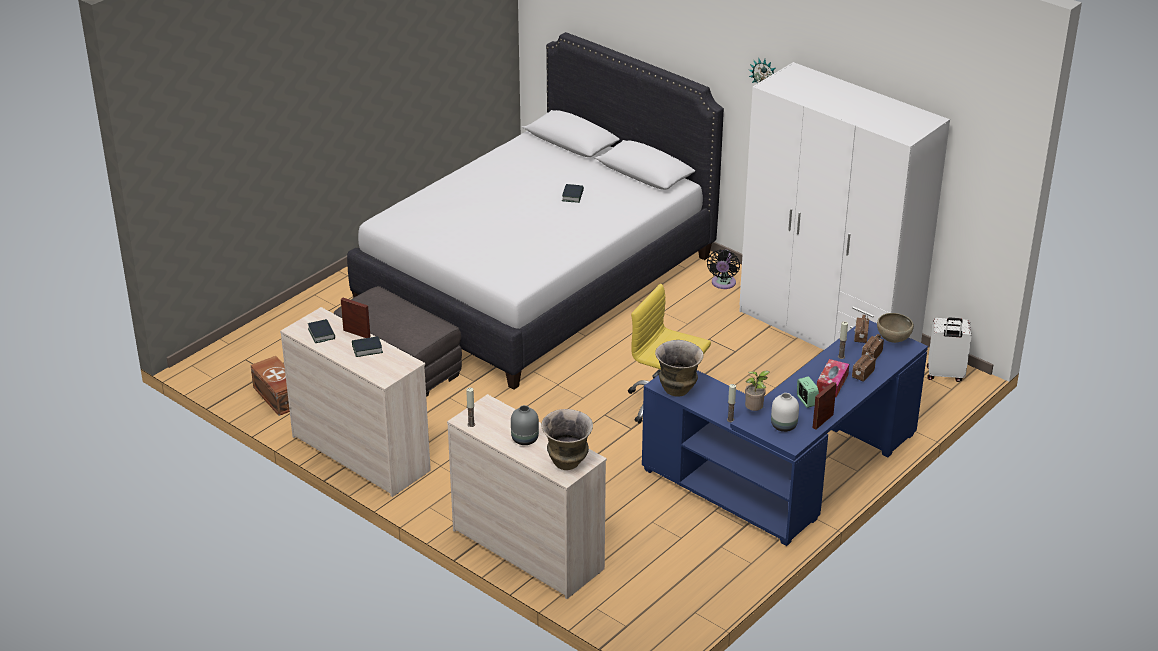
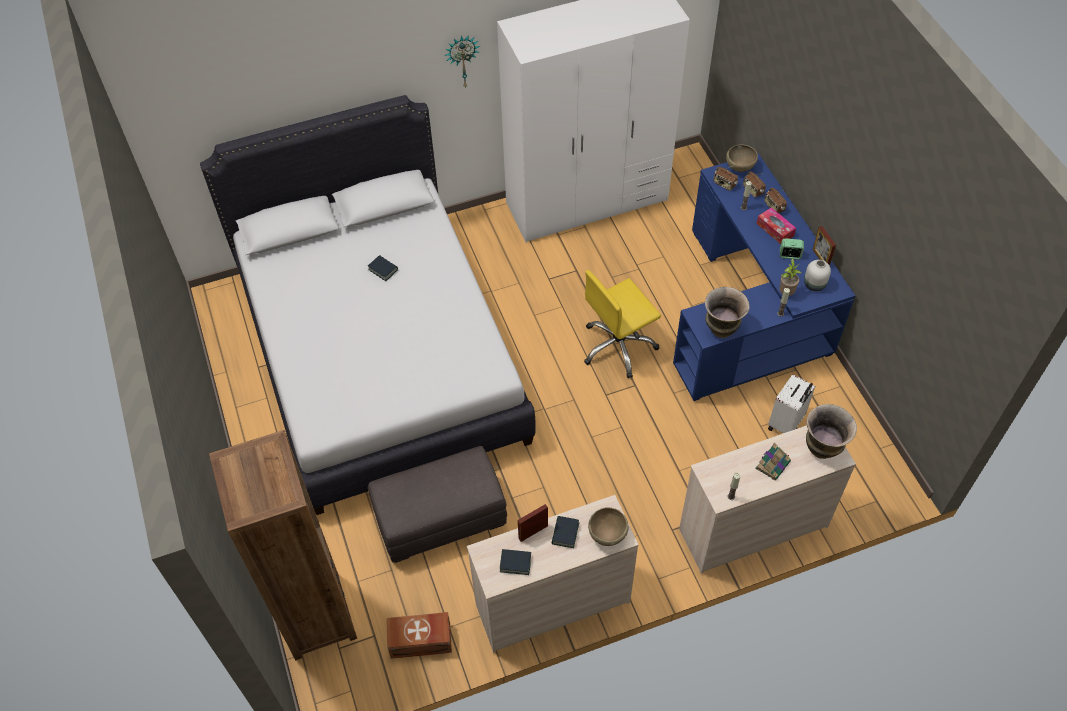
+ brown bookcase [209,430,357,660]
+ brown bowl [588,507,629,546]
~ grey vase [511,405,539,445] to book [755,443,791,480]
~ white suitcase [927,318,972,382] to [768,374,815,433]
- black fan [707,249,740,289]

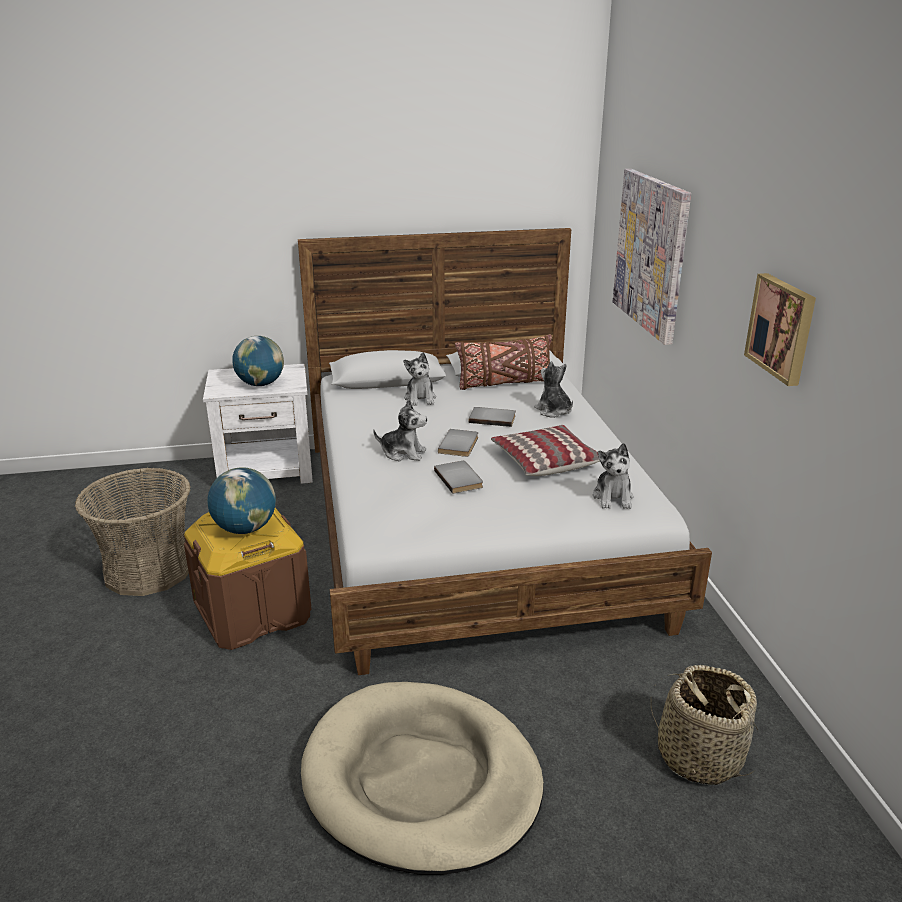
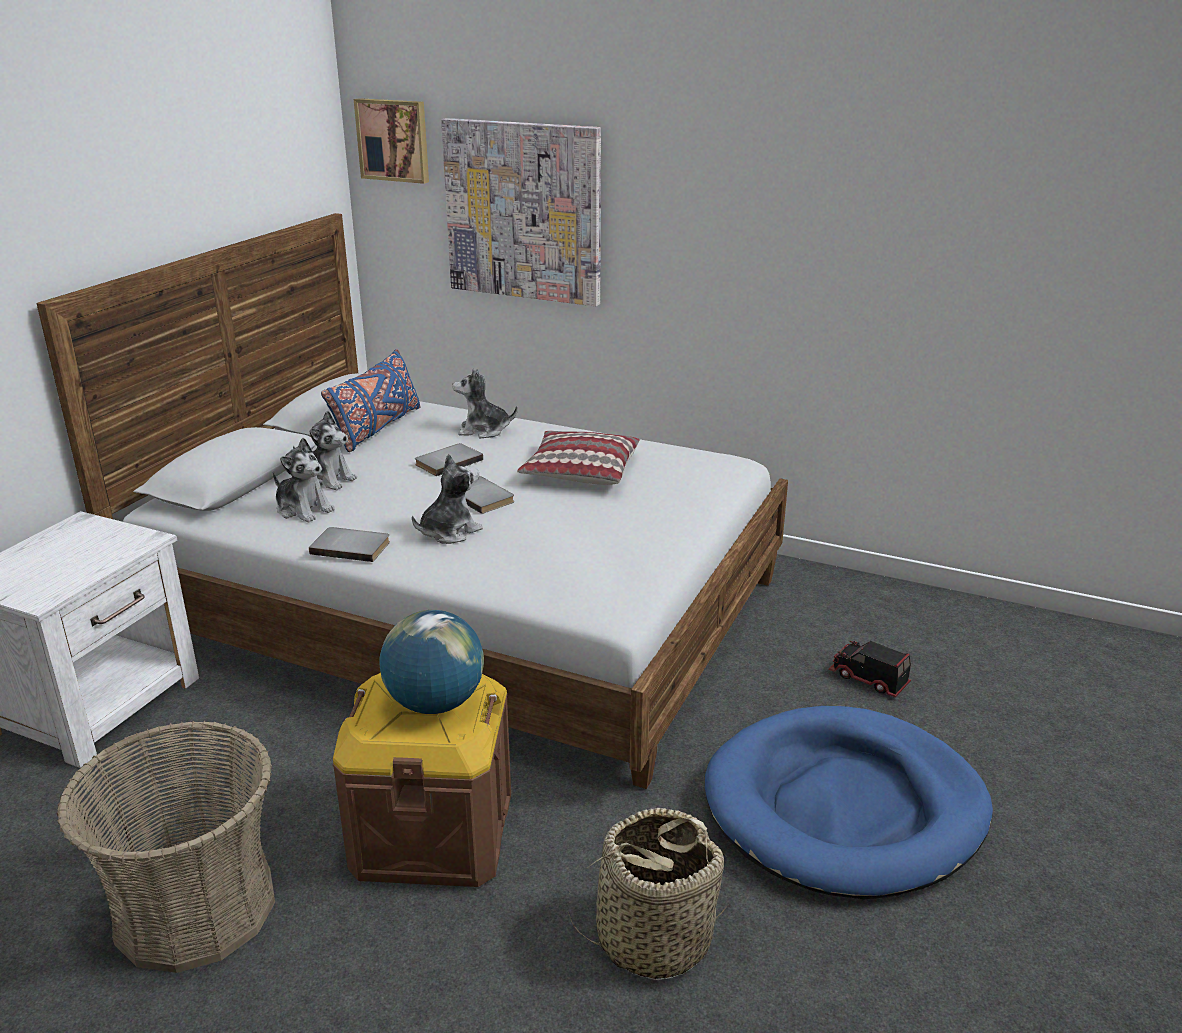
~ plush toy [593,443,633,509] to [273,438,335,522]
~ grey book [434,461,483,494] to [309,527,390,562]
~ brown pillow [455,334,552,390] to blue pillow [321,349,421,452]
~ picture [744,273,816,386] to [354,98,429,184]
~ basket [651,665,758,785] to [568,808,728,980]
~ beige dog bed [301,682,544,875] to blue dog bed [705,706,993,899]
+ toy truck [828,641,911,698]
- globe [232,336,284,386]

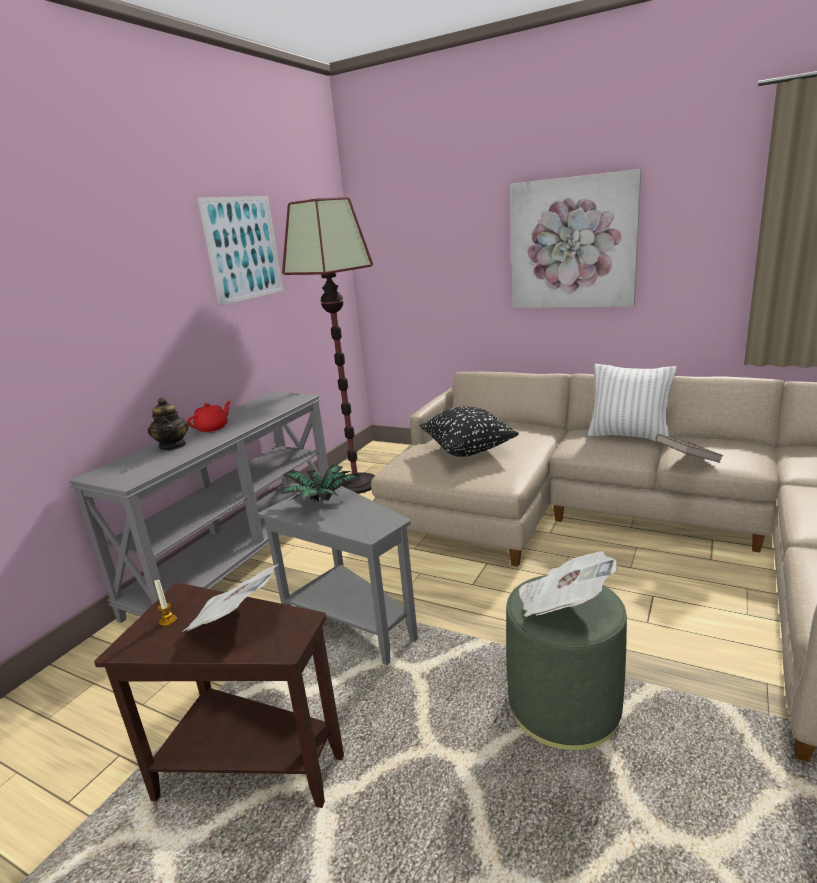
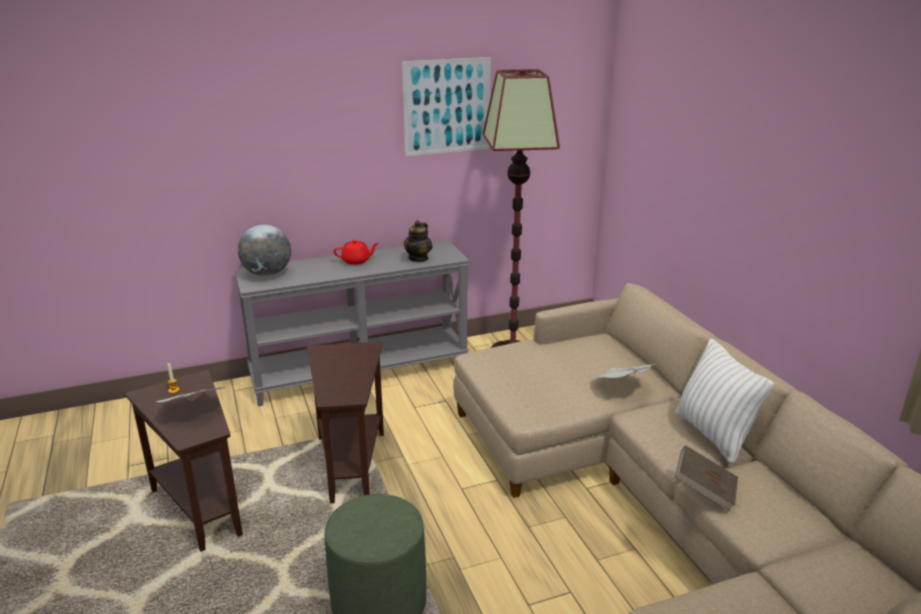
+ globe [238,225,291,276]
~ grey side table [258,486,418,666] to brown side table [307,342,384,504]
~ teapot [148,397,189,450] to [404,220,433,262]
~ newspaper [519,551,617,617] to [593,364,655,378]
- potted plant [280,465,360,502]
- black pillow [419,407,519,457]
- picture [510,169,641,308]

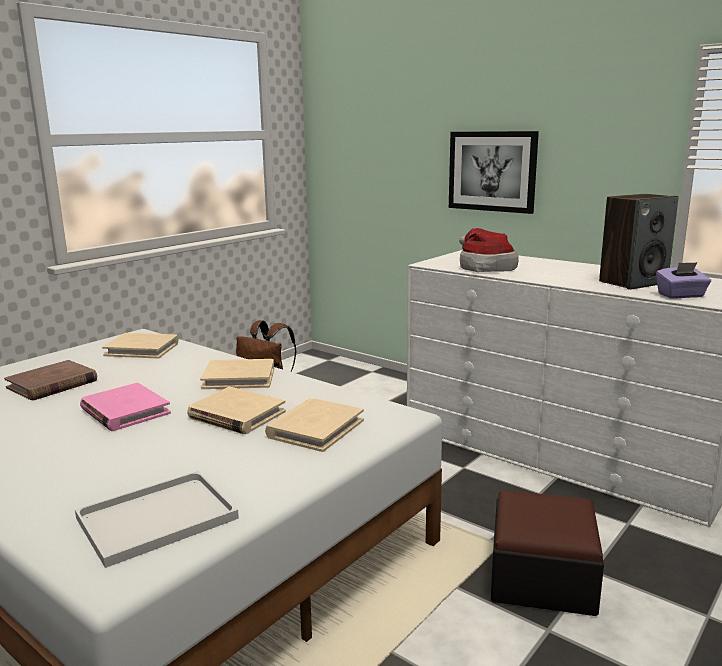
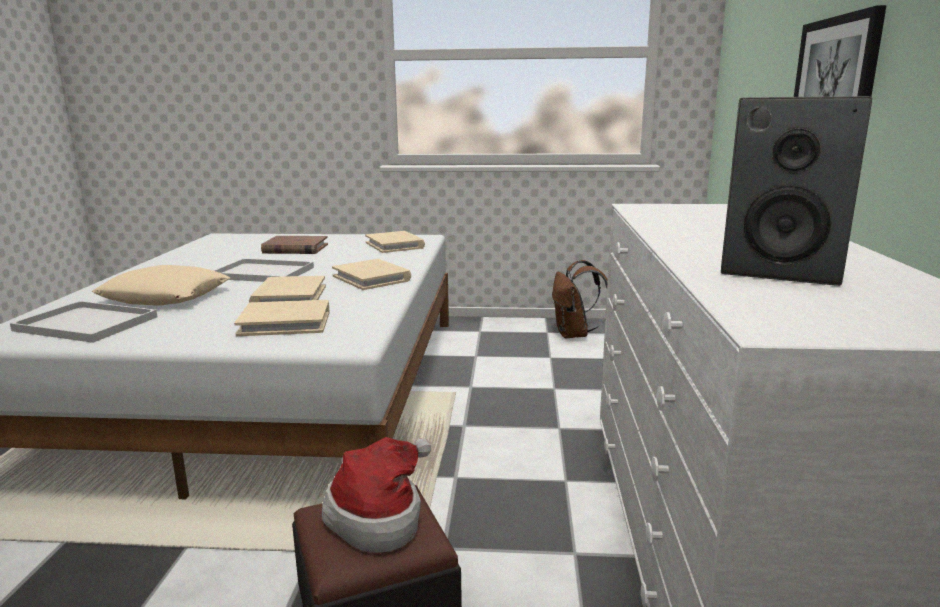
+ beige pillow [92,265,230,305]
~ pink book [80,383,171,431] to white tray [214,258,314,282]
~ hat [459,228,519,272] to [322,437,431,553]
- purple tissue box [656,262,711,299]

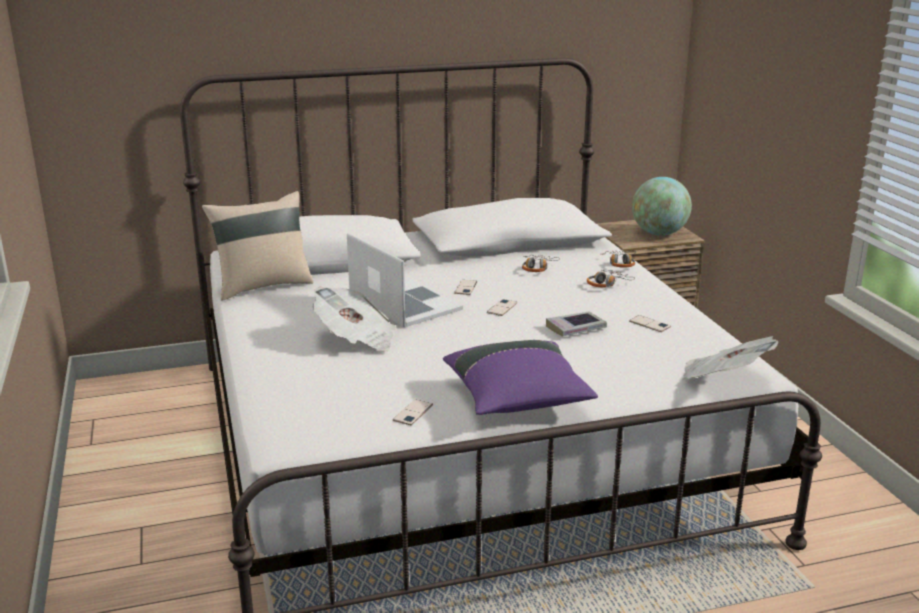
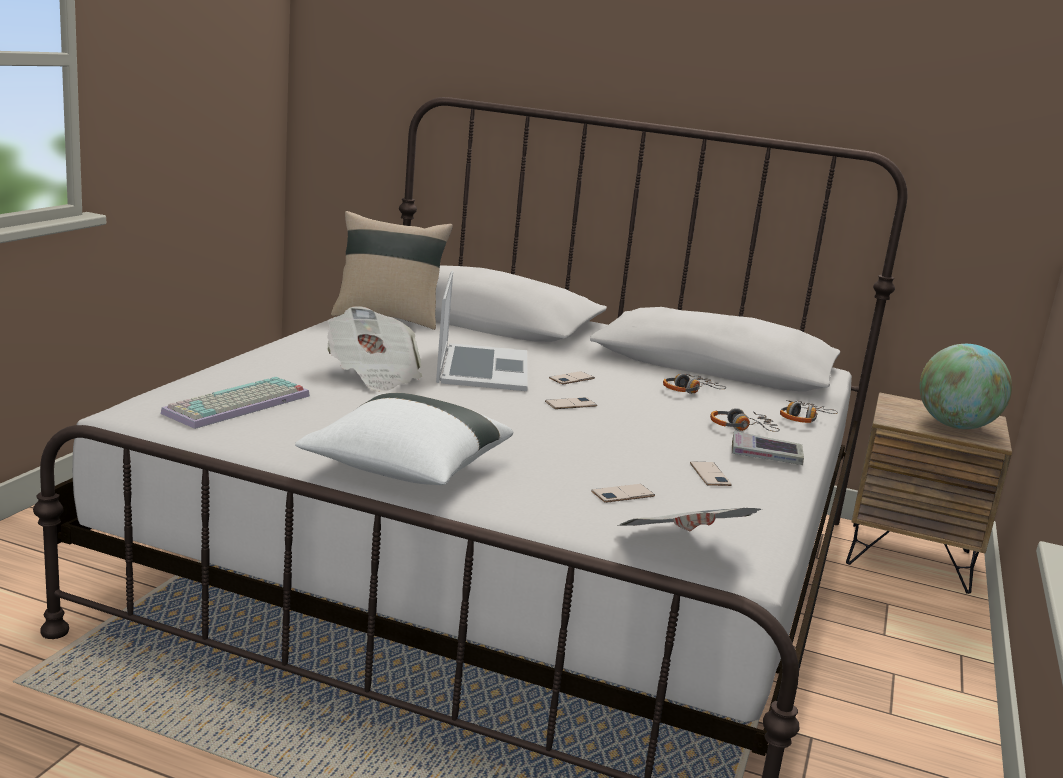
+ keyboard [161,377,310,429]
~ purple pillow [443,340,598,415] to white pillow [295,393,513,485]
~ phone [393,399,433,425] to [591,484,655,503]
~ book [546,312,607,337] to [732,431,804,465]

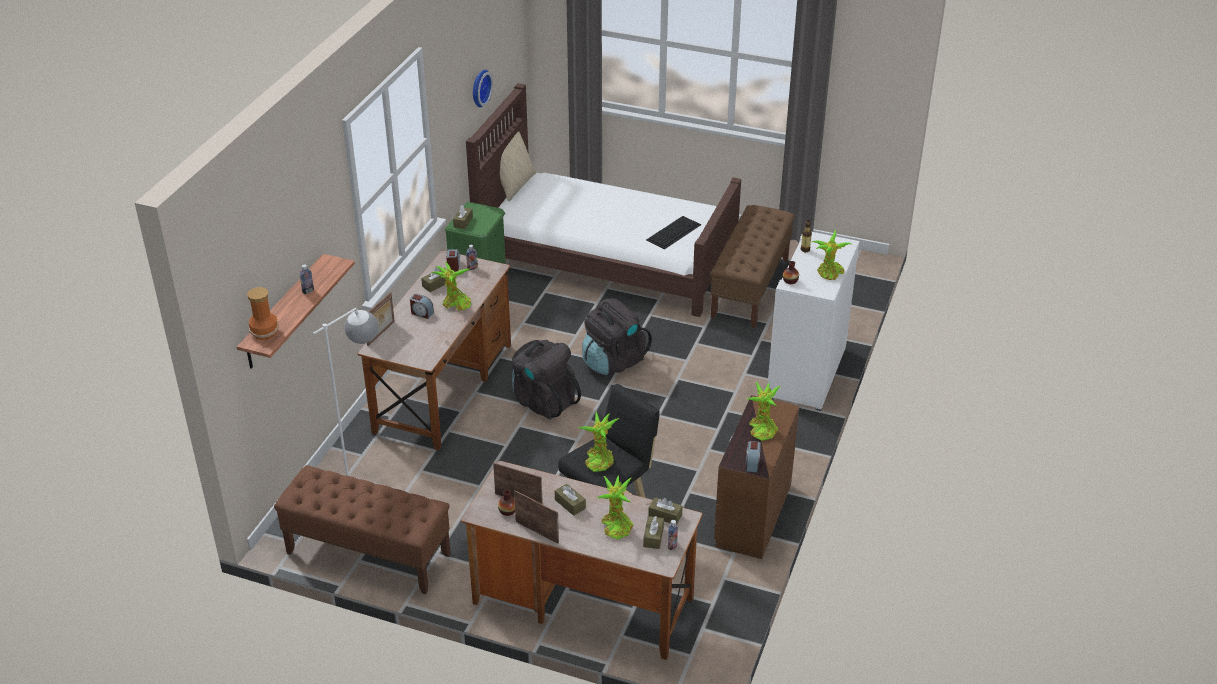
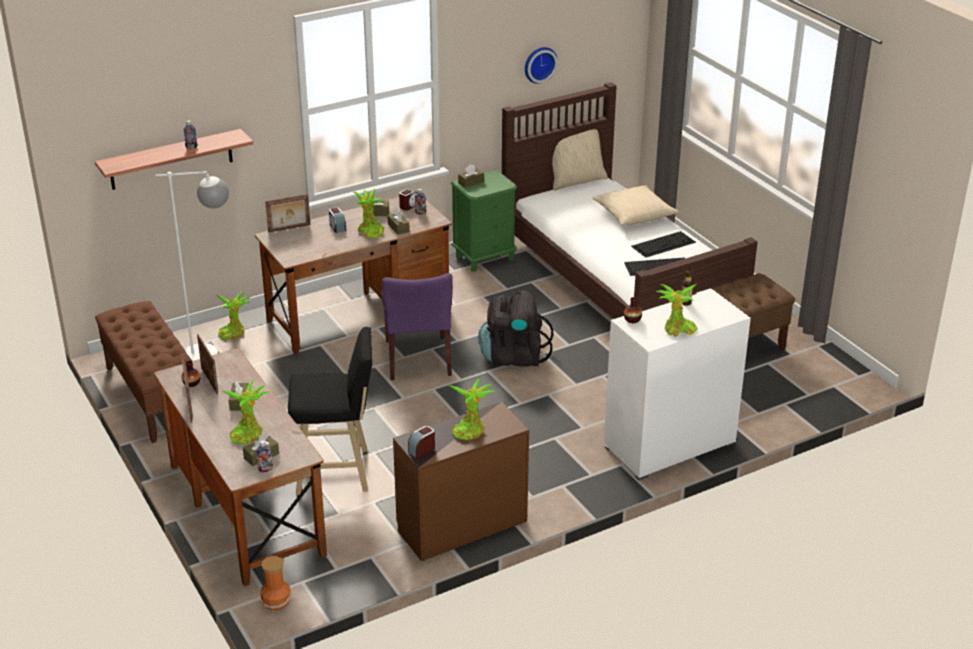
~ potted plant [578,411,620,472] to [216,292,250,340]
~ vase [247,287,279,340] to [260,556,291,610]
~ black backpack [512,340,581,419] to purple chair [381,273,453,380]
~ brown tissue box [648,497,683,524] to [387,209,410,235]
+ beige pillow [592,185,679,225]
+ keyboard [631,231,696,258]

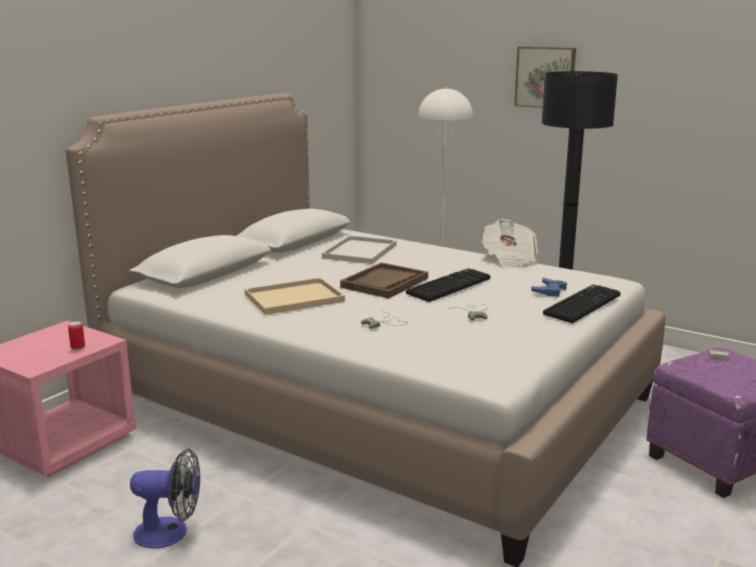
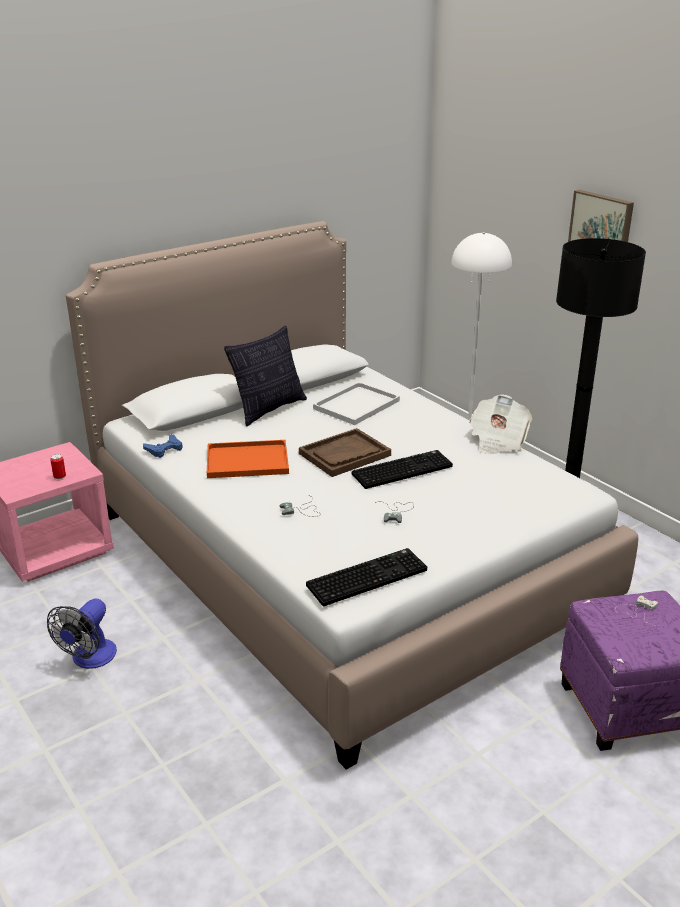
~ fan [130,449,200,549] = [47,599,117,669] 90 degrees clockwise
~ blue game controller [531,277,567,297] to [143,434,182,458]
~ beige tray [245,278,345,315] to orange tray [207,440,289,478]
+ pillow [224,326,307,426]
~ keyboard [543,285,621,323] to [306,548,427,607]

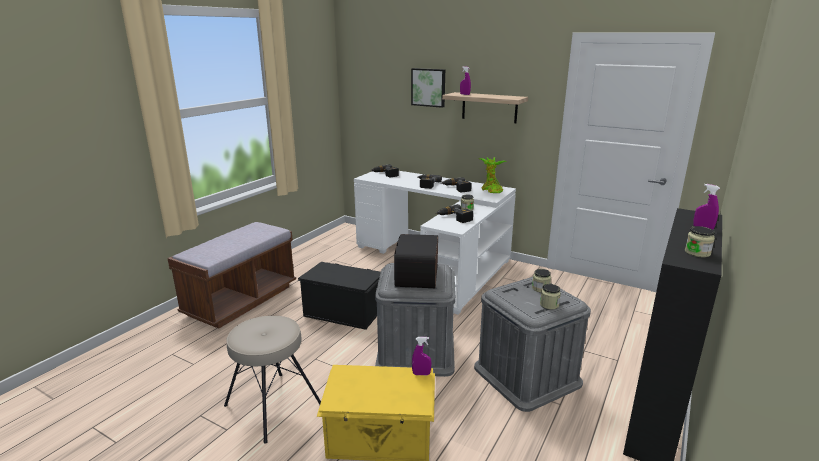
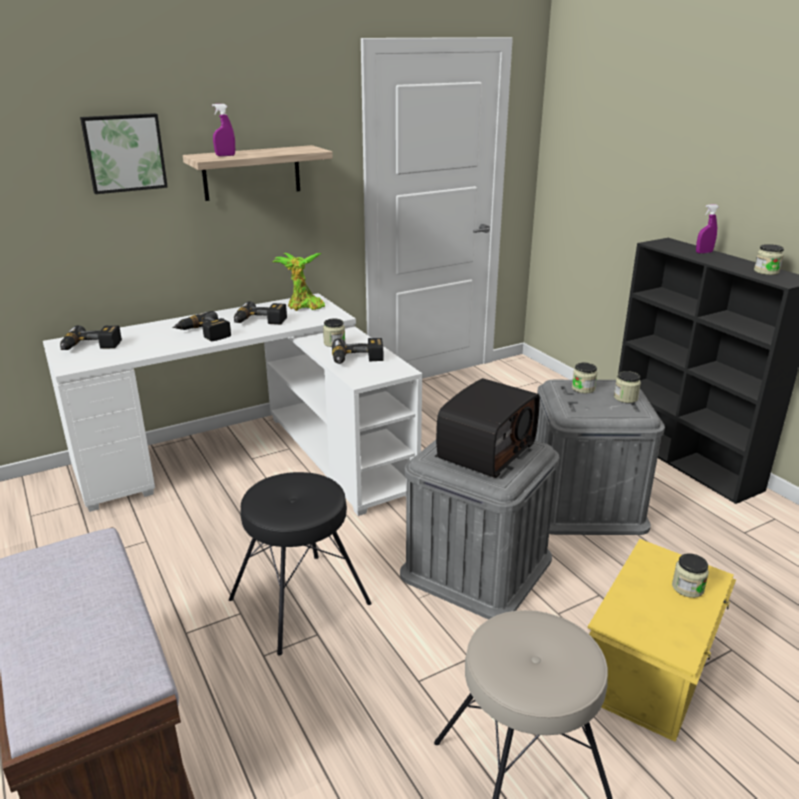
~ black storage box [298,262,381,330] to black stool [229,472,372,656]
~ radio [394,234,438,288] = [436,378,540,478] 90 degrees counterclockwise
+ jar [672,553,709,598]
- purple spray bottle [412,337,431,375]

